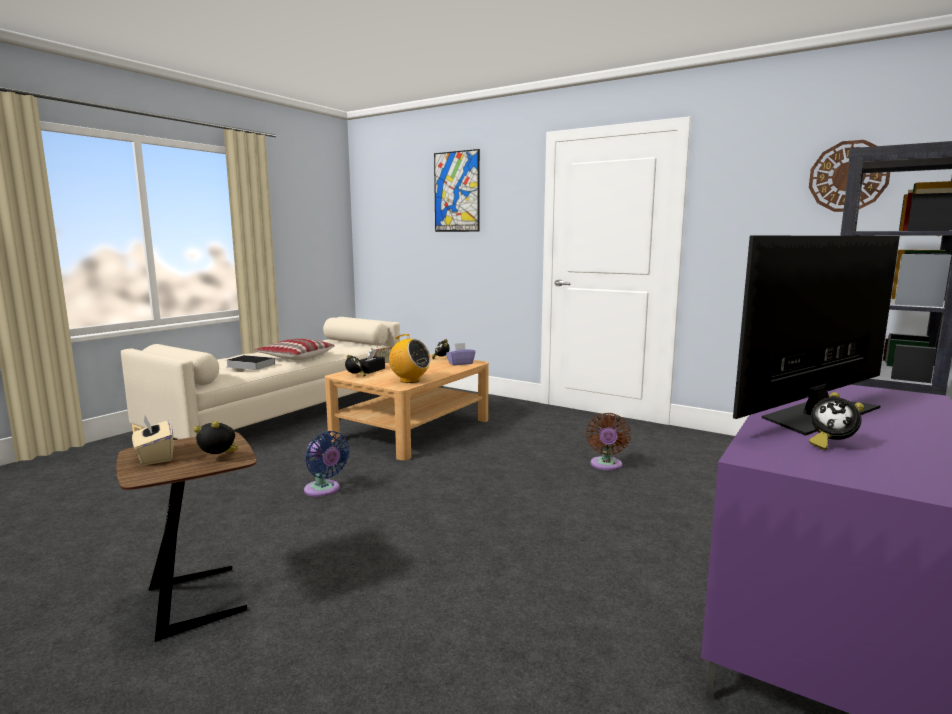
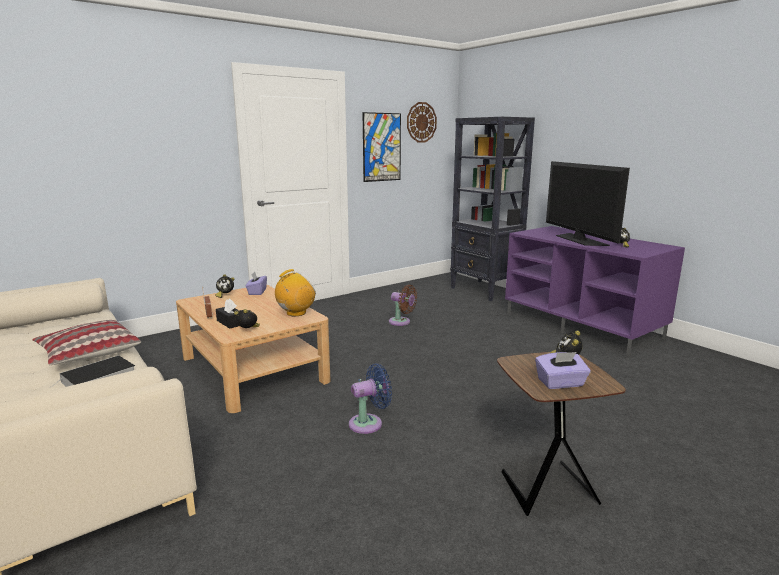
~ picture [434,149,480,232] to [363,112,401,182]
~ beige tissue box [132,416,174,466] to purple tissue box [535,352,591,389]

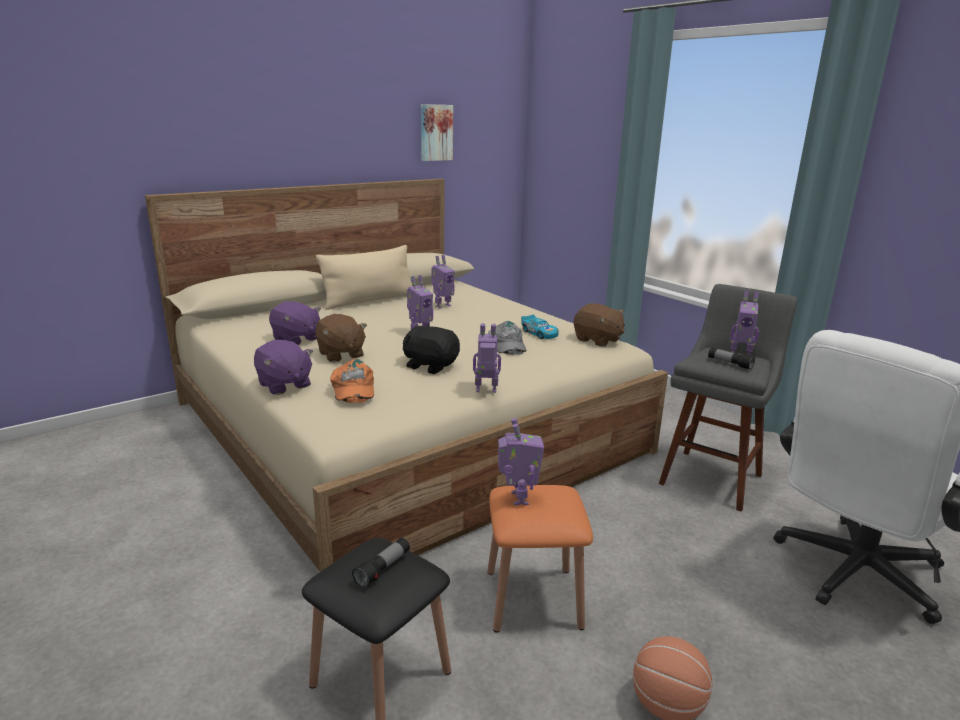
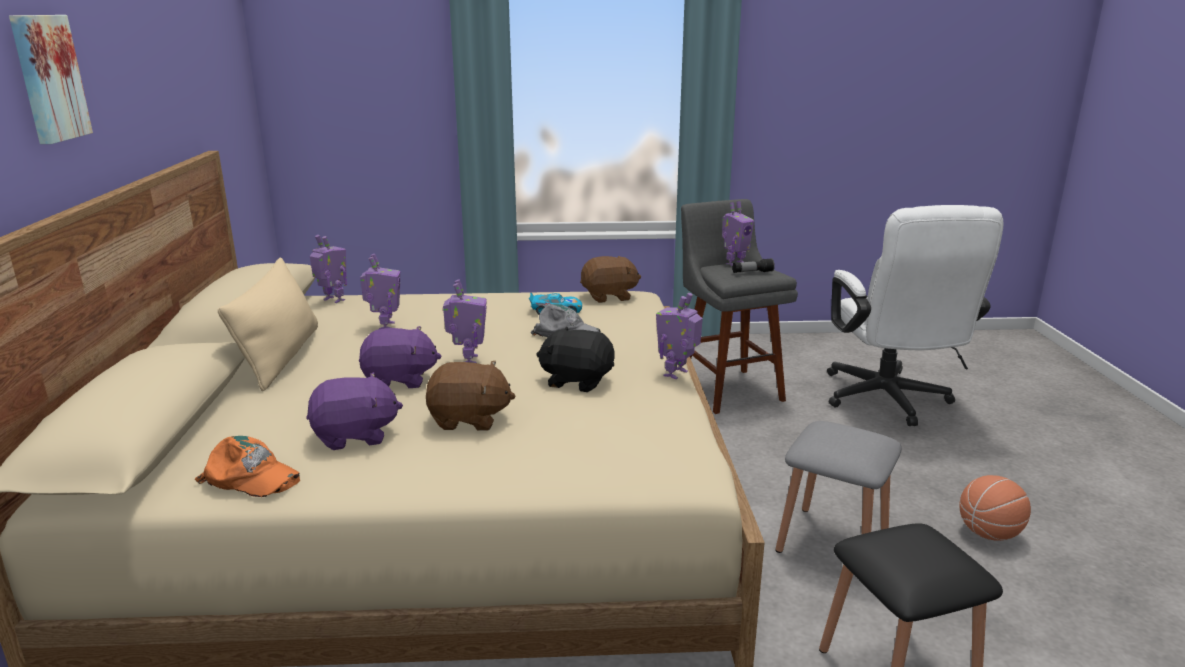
~ picture [421,104,453,161] to [9,15,93,144]
~ orange cap [330,358,374,403] to [195,436,300,497]
~ toy robot [498,418,544,505] to [310,235,347,303]
~ purple plush toy [254,340,313,395] to [359,326,441,388]
~ black plush toy [403,325,460,374] = [536,327,615,392] 45 degrees clockwise
~ orange stool [487,485,593,633] to grey stool [776,421,902,553]
- flashlight [352,537,410,588]

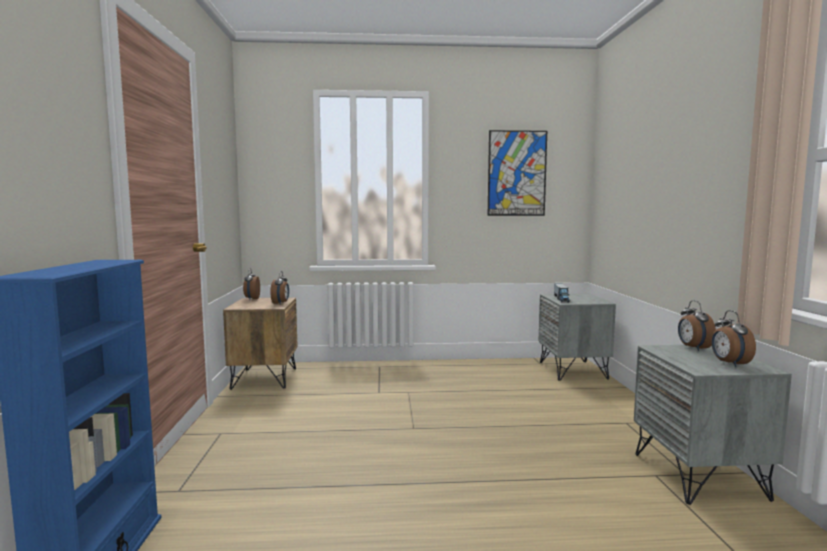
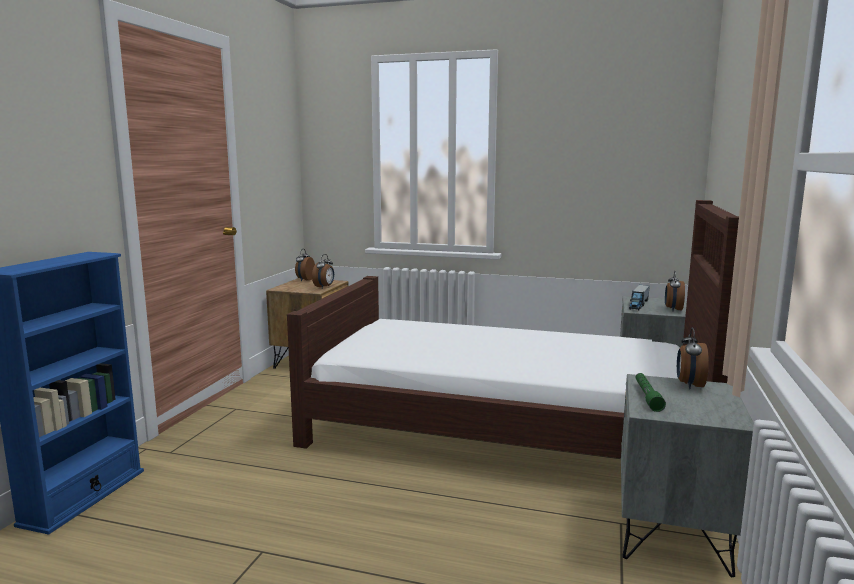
+ brown bed [287,200,739,458]
+ green flashlight [635,373,666,412]
~ alarm clock [712,310,756,367] to [665,271,685,311]
- picture [488,130,547,216]

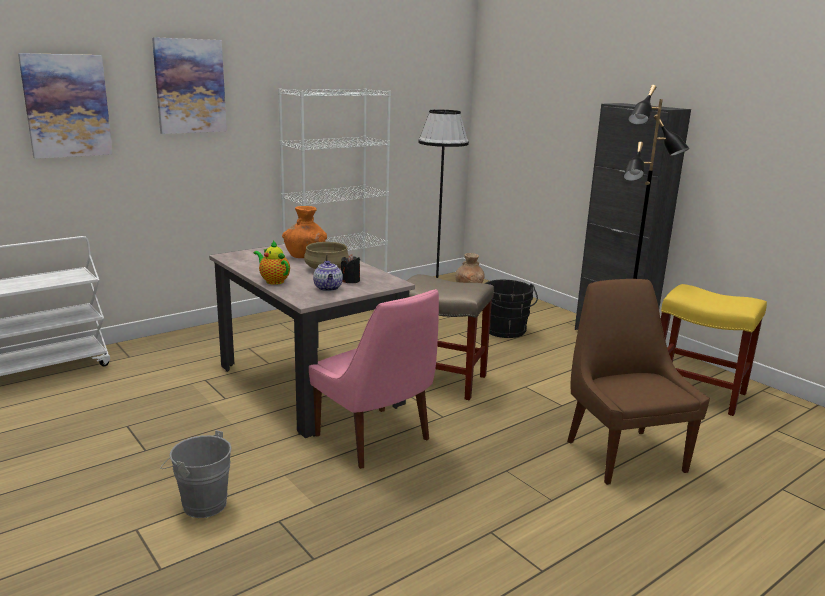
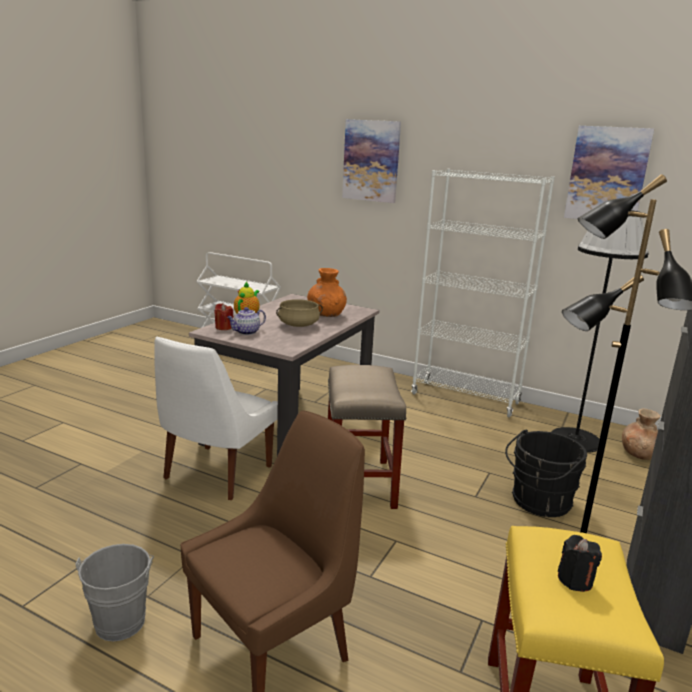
~ grey bucket [160,430,232,518] to [75,544,154,641]
~ pink chair [309,289,439,469] to white chair [154,337,278,500]
+ red candle [214,303,233,330]
~ black candle [341,254,360,283] to [558,535,602,592]
~ picture [18,53,113,159] to [564,126,654,219]

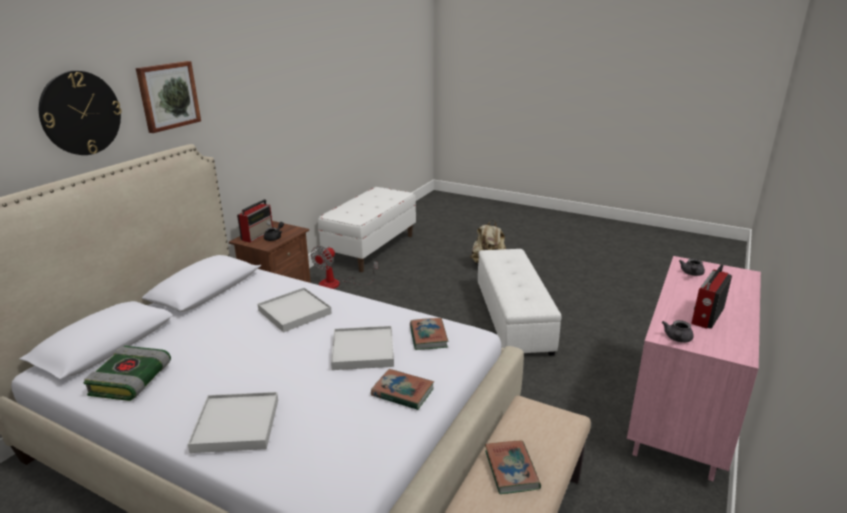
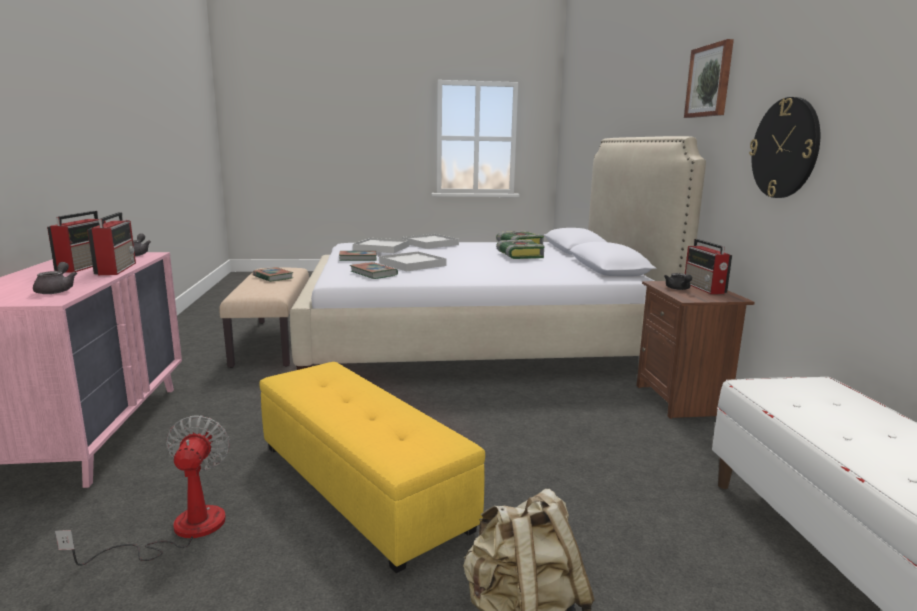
~ fan [311,246,378,289] to [55,415,230,566]
+ radio [87,212,136,275]
~ white ottoman [478,249,562,356] to yellow ottoman [259,362,485,573]
~ white tray [258,288,332,332] to [353,238,409,253]
+ book [496,240,544,259]
~ wall clock [39,71,122,155] to [749,97,820,198]

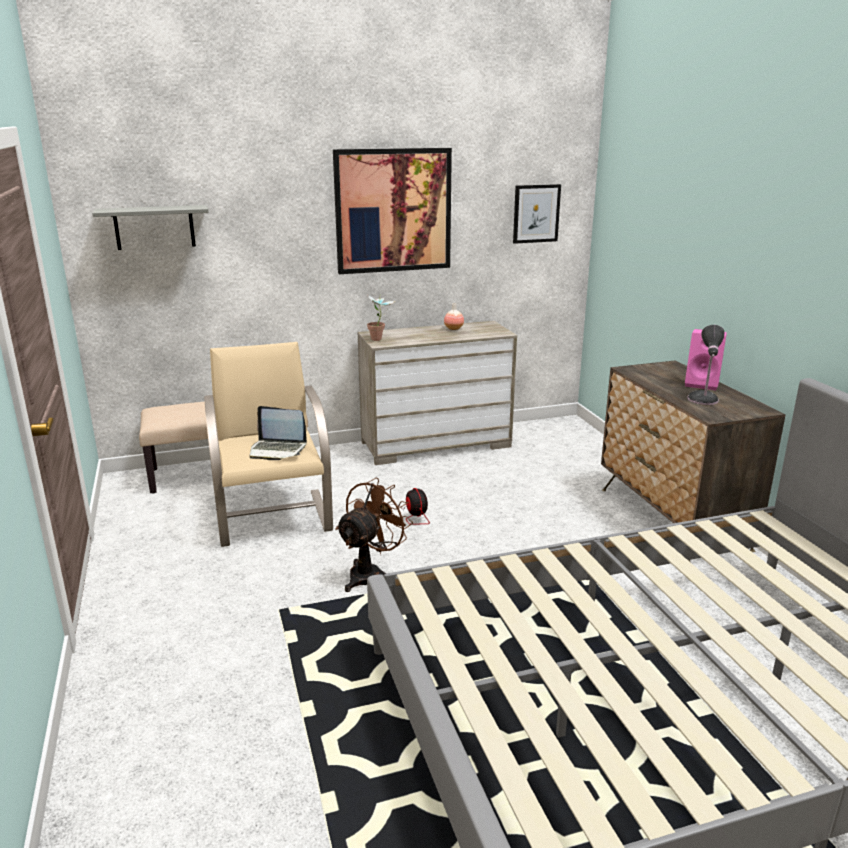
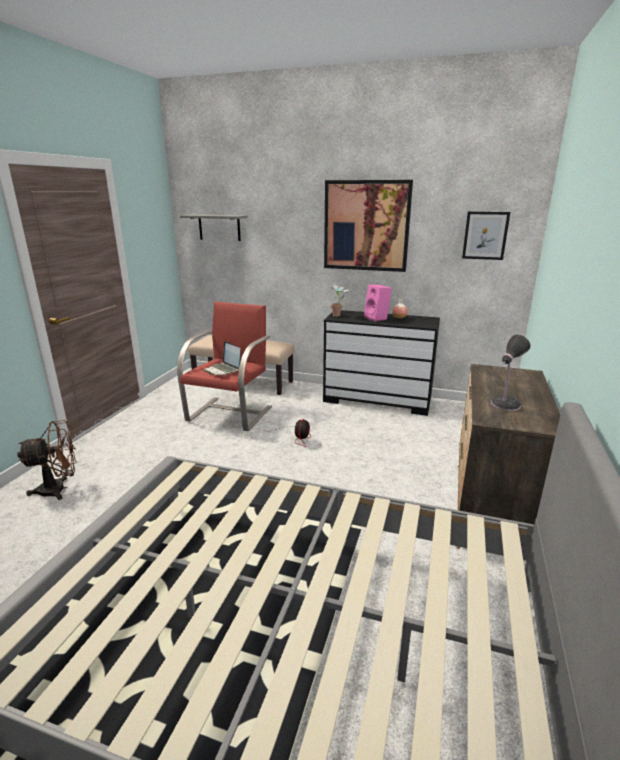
~ brown fan [335,477,413,592] to [17,420,77,500]
~ beige armchair [204,342,333,547] to red armchair [177,302,272,431]
~ beige dresser [358,321,517,465] to black dresser [323,310,440,416]
~ pink speaker [685,329,727,390] to [364,284,392,322]

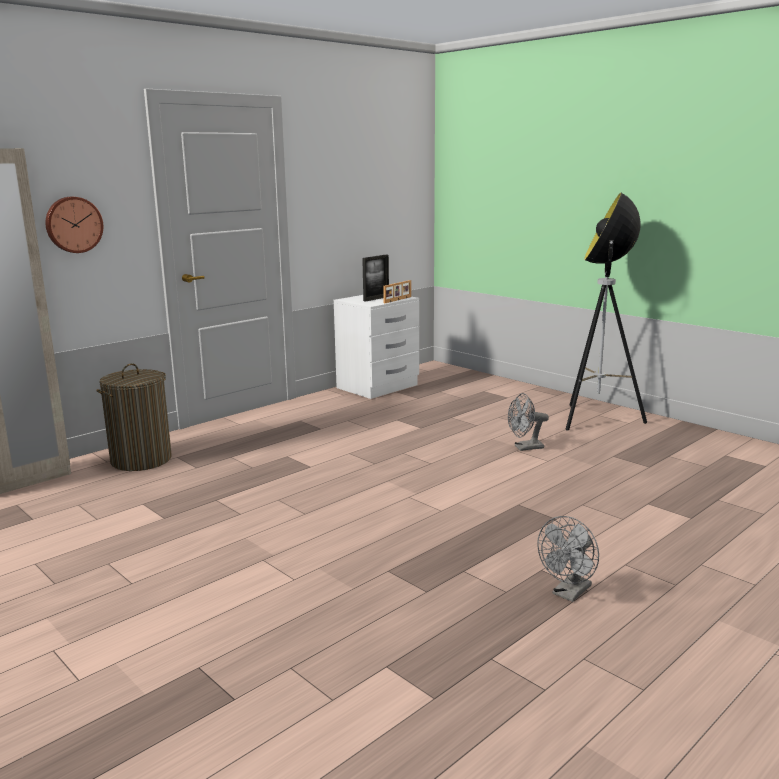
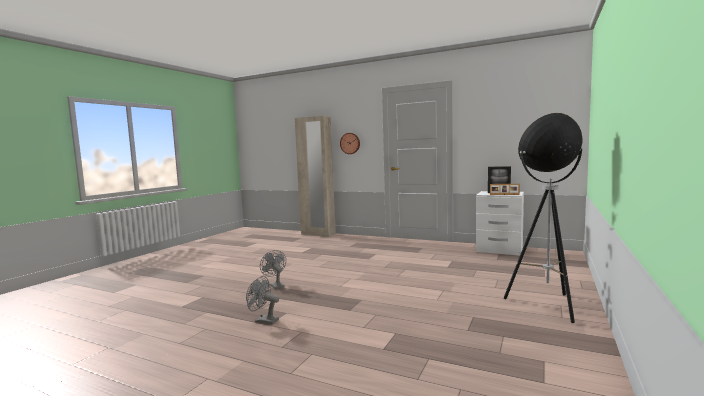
~ grey fan [508,393,549,451] to [260,250,286,289]
- laundry basket [96,363,172,471]

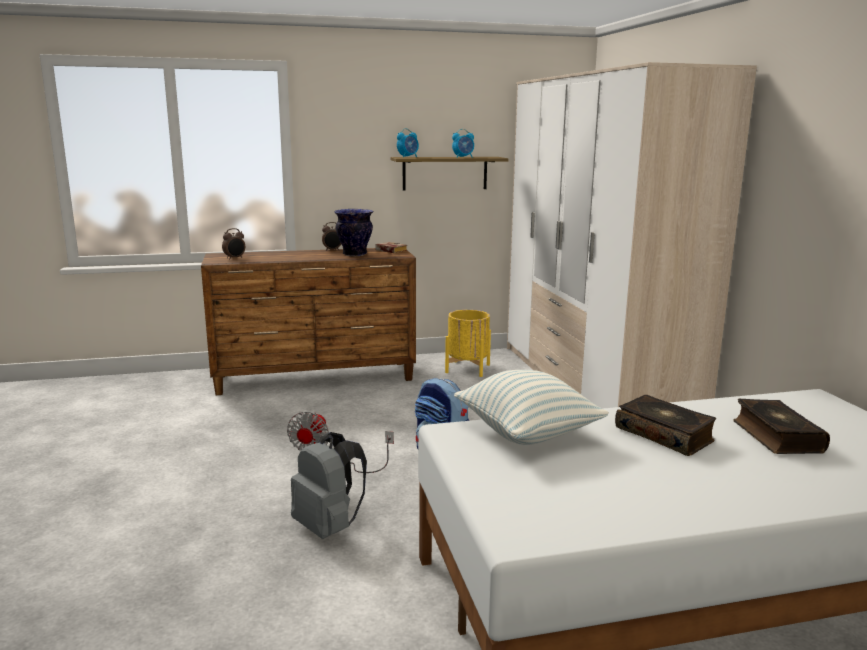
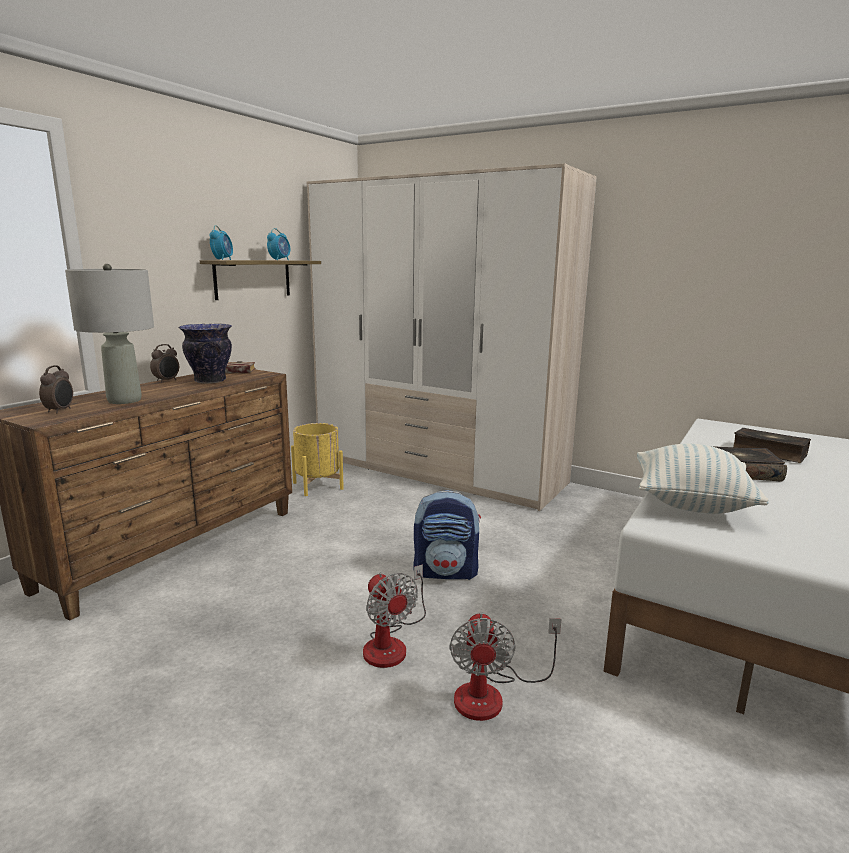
+ grey table lamp [65,264,154,404]
~ grey backpack [291,432,367,539] to fan [449,612,561,721]

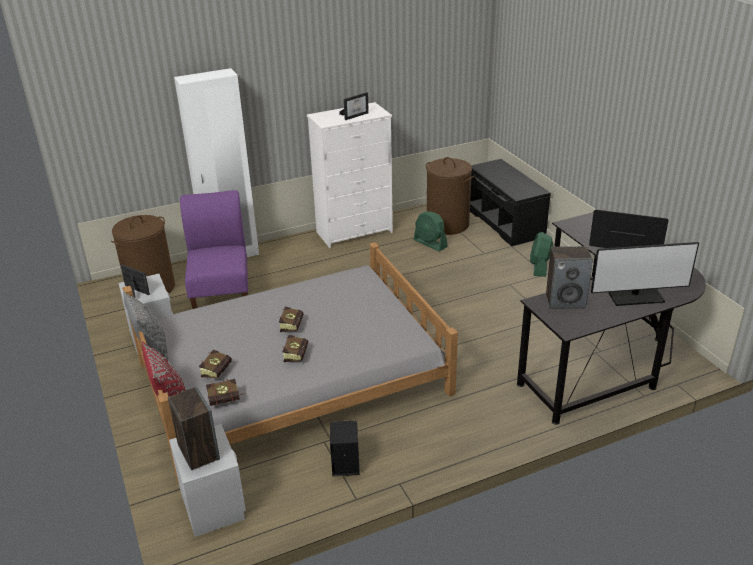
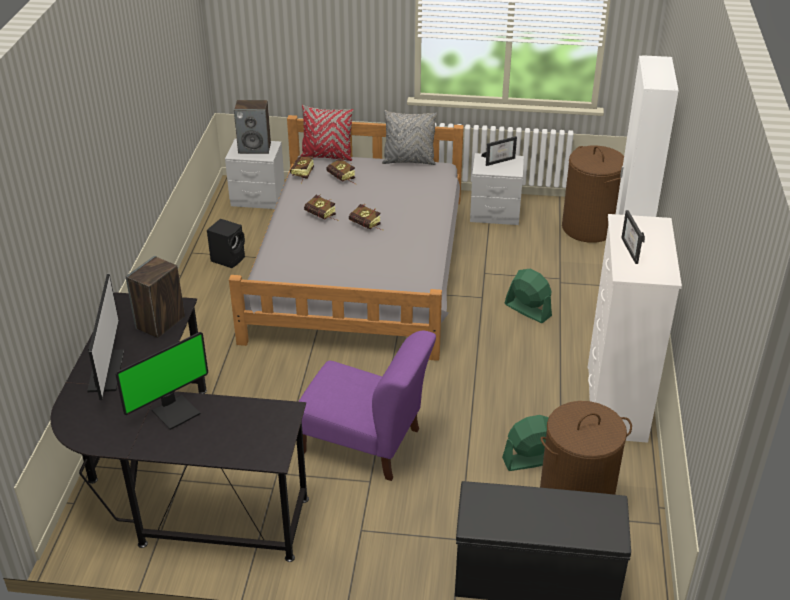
~ monitor [591,242,699,306] = [87,274,124,400] 150 degrees clockwise
~ purple chair [180,190,248,309] to [298,331,436,481]
~ green fan [530,232,553,277] to [505,268,552,323]

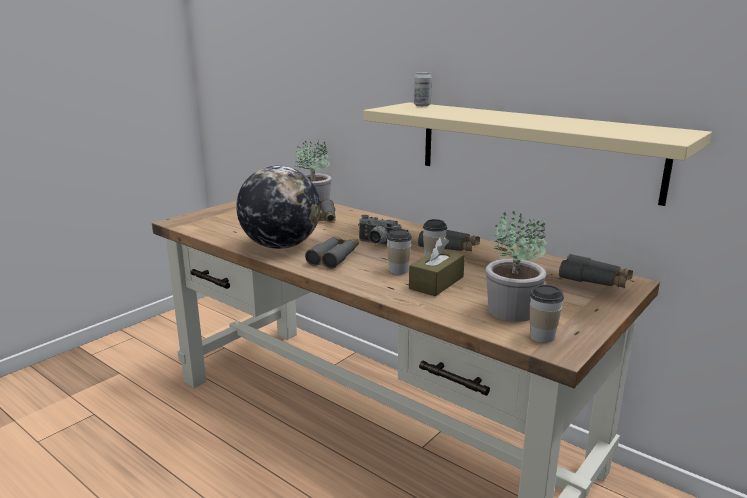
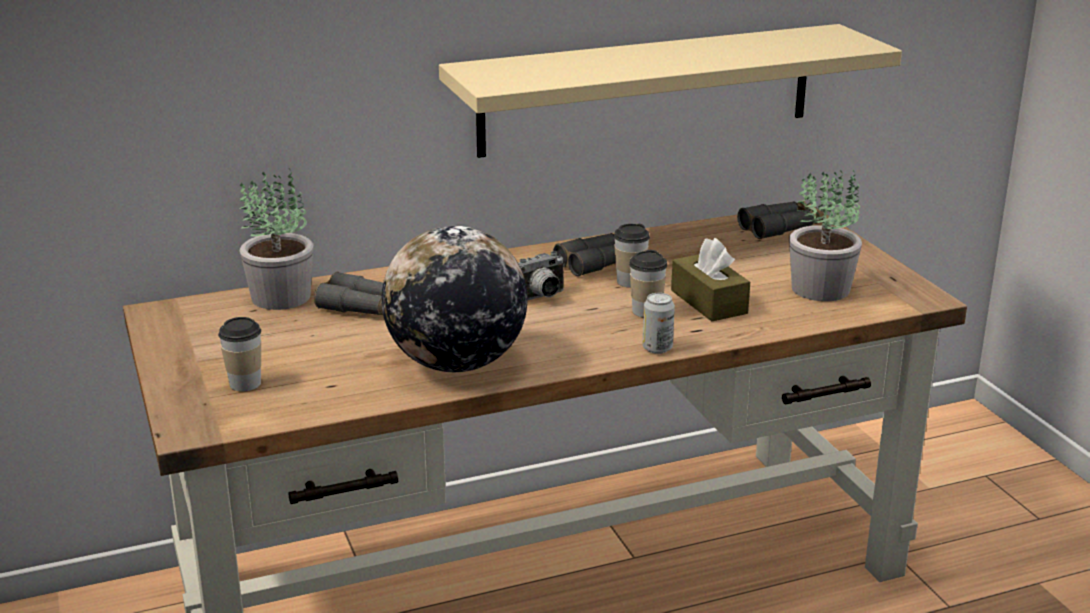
~ cup [530,285,564,343] to [218,317,261,391]
~ can [414,72,432,106] to [643,293,675,354]
- grey binoculars [305,236,359,269]

